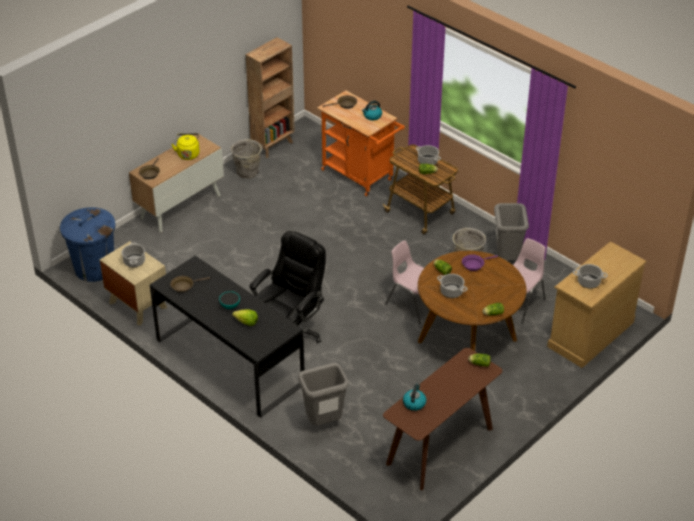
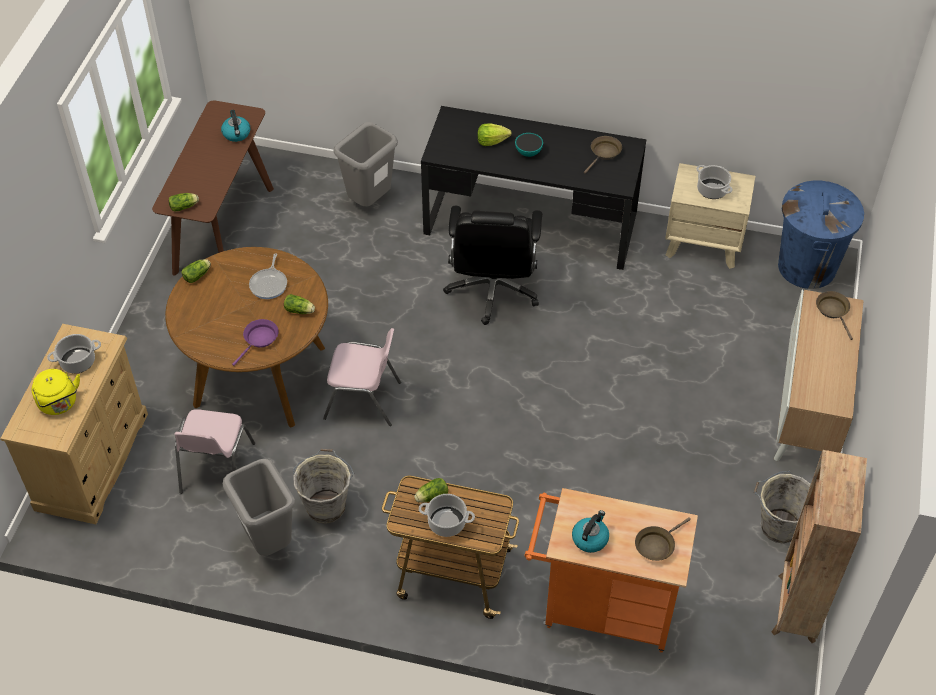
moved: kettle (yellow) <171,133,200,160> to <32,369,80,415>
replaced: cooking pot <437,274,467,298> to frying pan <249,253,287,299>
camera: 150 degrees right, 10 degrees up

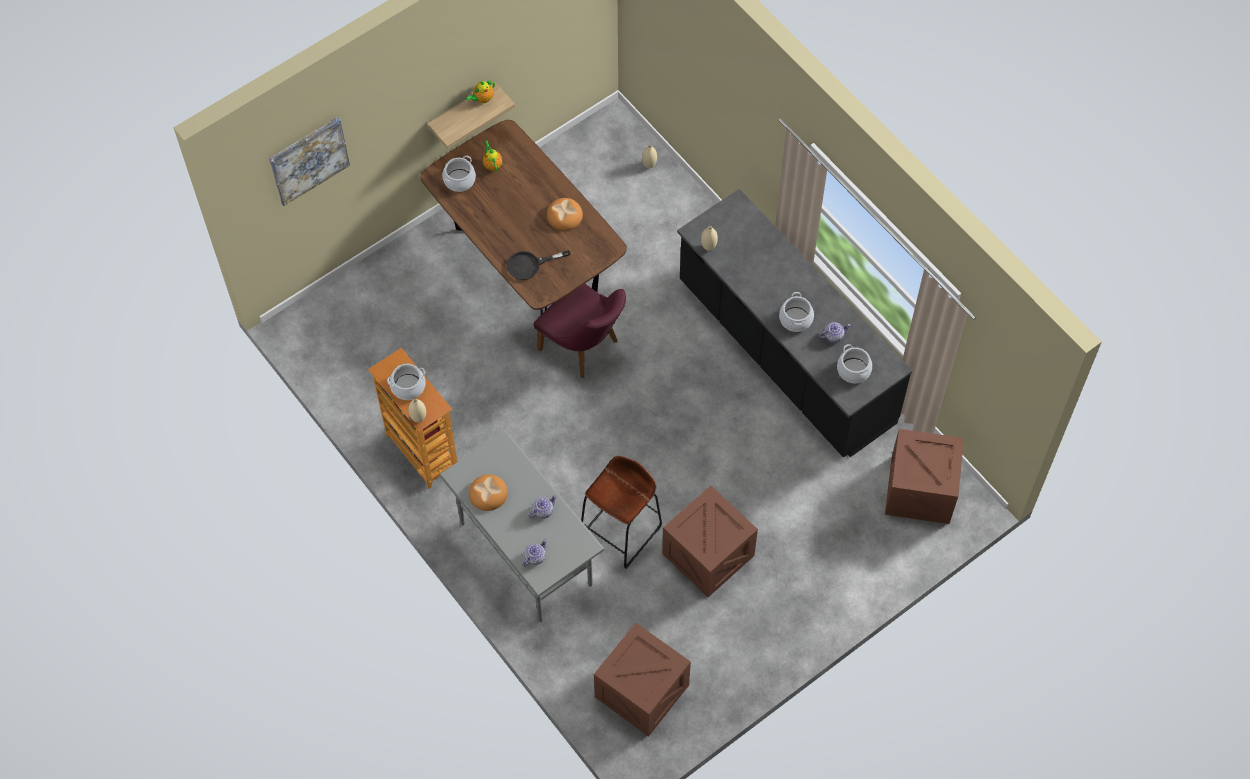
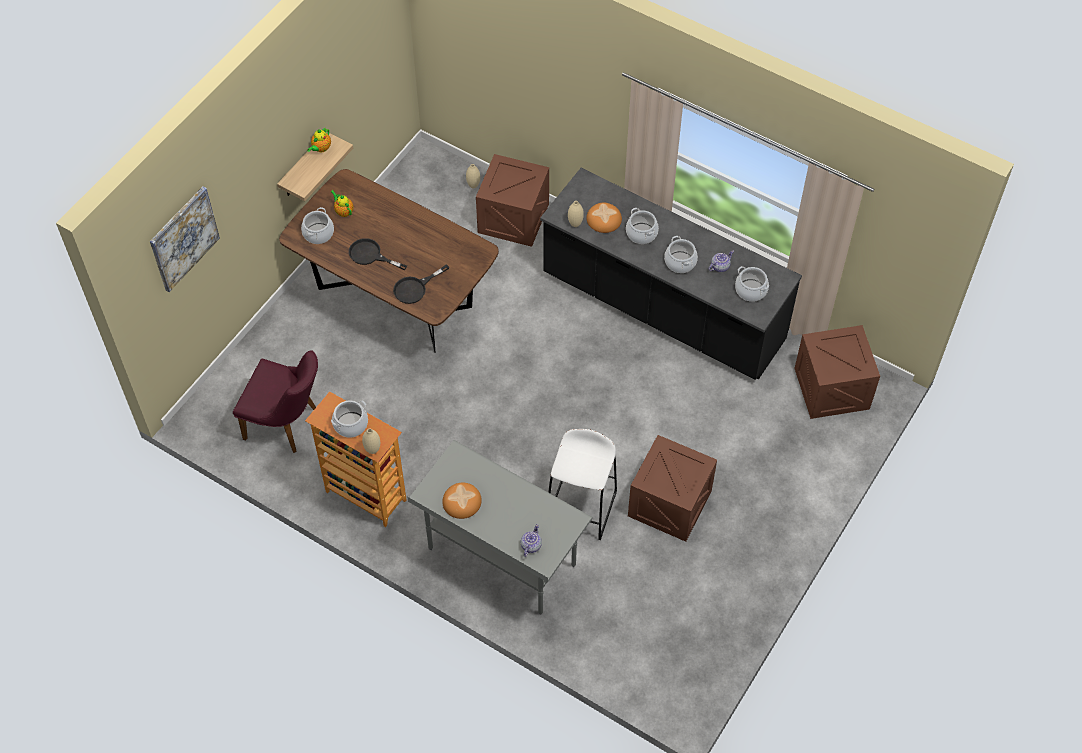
removed: teapot <529,495,557,519>
added: frying pan (black) <349,238,407,270>; cooking pot <626,208,659,244>
moved: chair (purple) <533,284,626,378> to <233,350,318,453>; bread <547,198,583,230> to <586,203,622,233>; crate <594,623,691,737> to <476,154,549,247>
recoloured: stool (brown) <581,456,662,569> to stool (white) <548,429,617,540>
camera: 20 degrees left, 5 degrees down

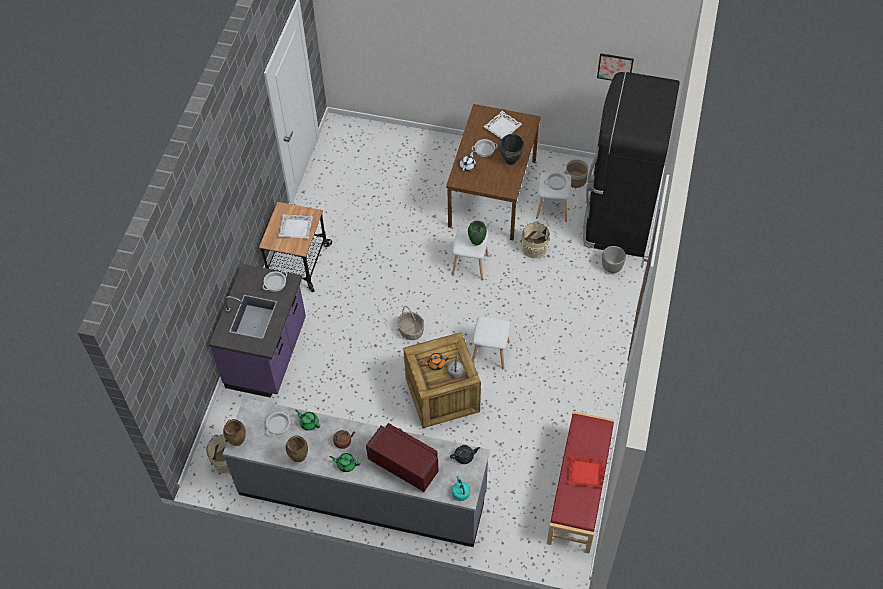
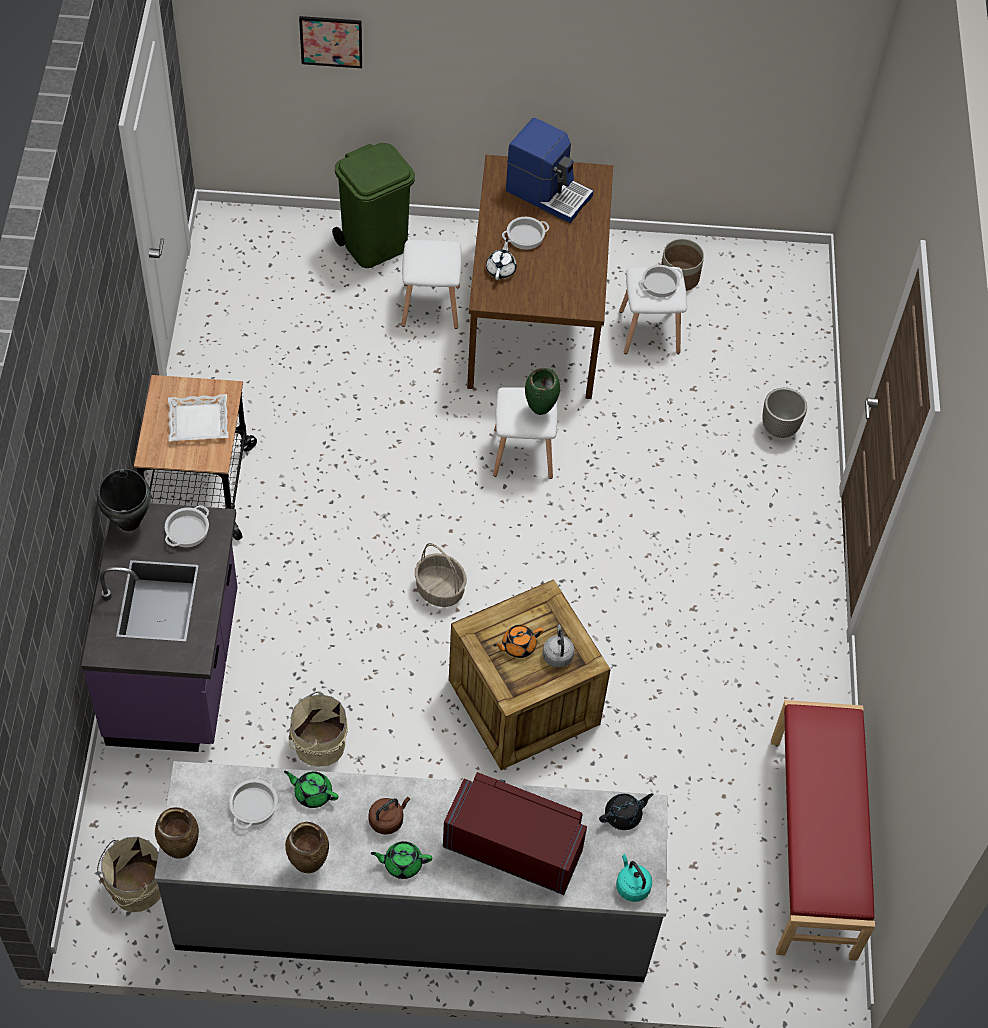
removed: tray (red) <567,455,604,488>; fridge (black) <583,72,680,257>
added: trash can (green) <332,143,415,268>
moved: stool (white) <472,316,511,369> to <401,240,462,329>; cooking pot (black) <499,134,525,165> to <97,469,151,531>; bucket (beige) <520,221,549,258> to <289,691,348,767>; picture <597,53,634,81> to <299,16,362,68>
replaced: tray (white) <483,111,522,139> to coffee machine <506,118,593,223>
camera: 15 degrees left, 0 degrees up

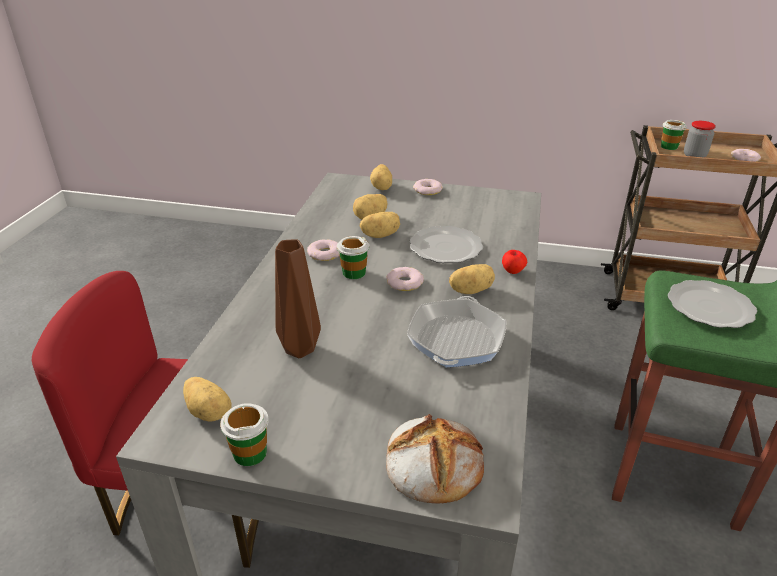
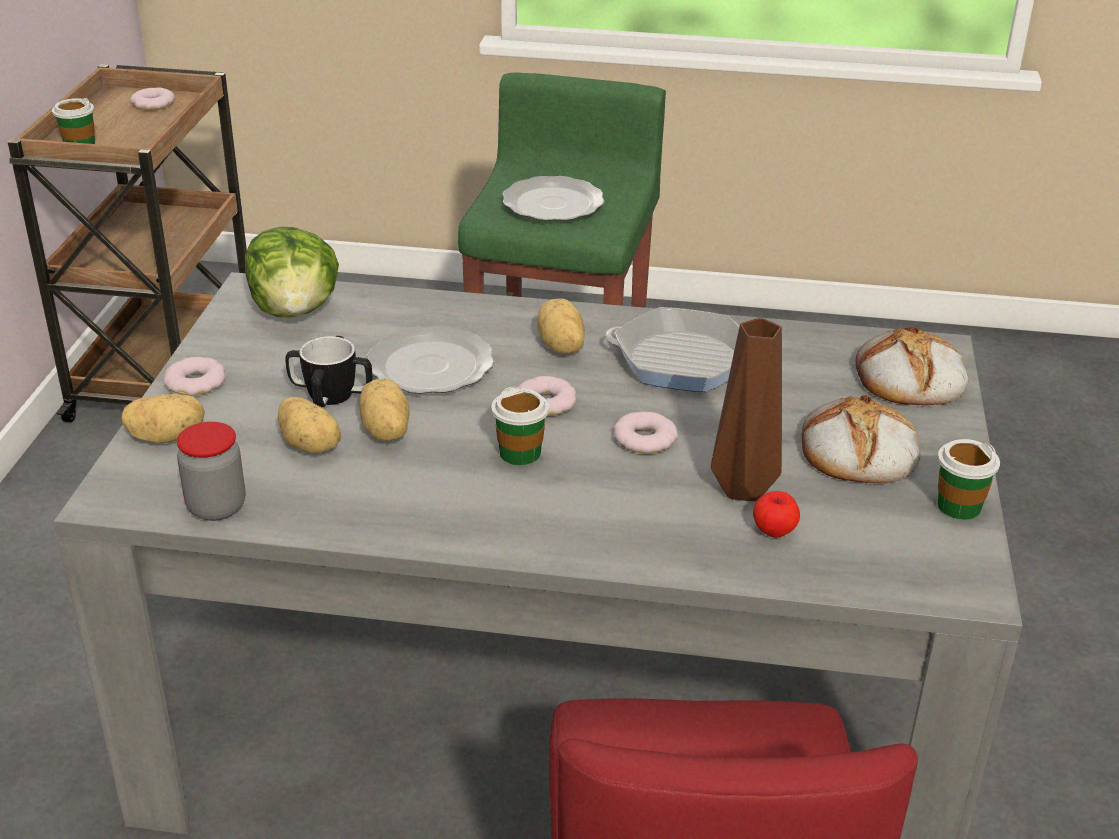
removed: potato <183,377,232,422>
added: lettuce <245,227,339,317>; mug <285,336,372,407>; bread <802,395,920,483>
moved: donut <307,240,340,261> to <614,411,678,454>; apple <502,250,527,274> to <753,491,800,538>; jar <684,121,716,158> to <177,422,245,521>
camera: 95 degrees left, 0 degrees up

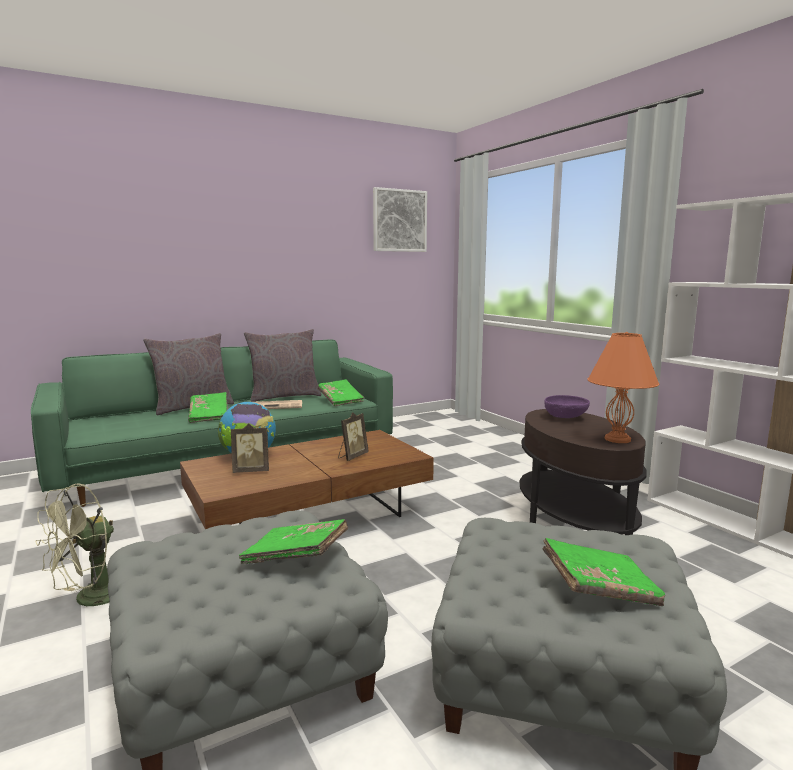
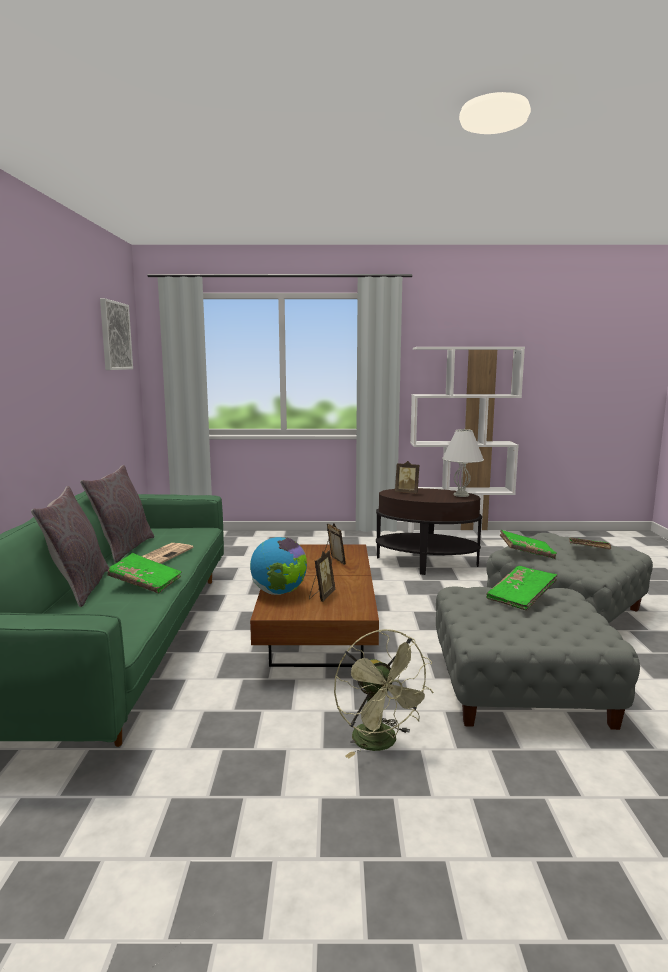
moved: book (green) <318,379,364,406> to <500,530,557,559>
replaced: bowl (purple) <544,395,590,418> to picture frame <395,461,419,494>
recoloured: table lamp (orange) <587,332,659,443> to table lamp (white) <442,429,484,497>
camera: 60 degrees left, 0 degrees up

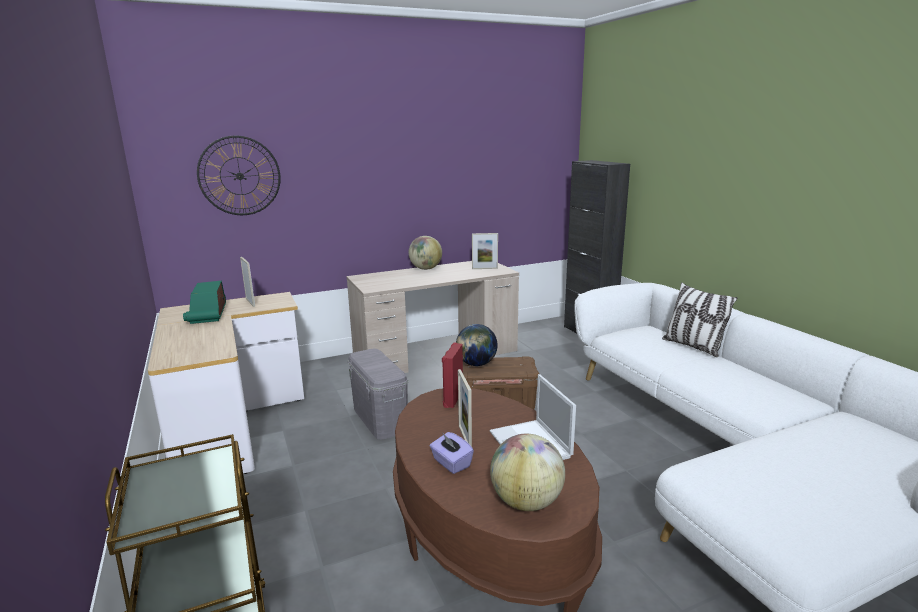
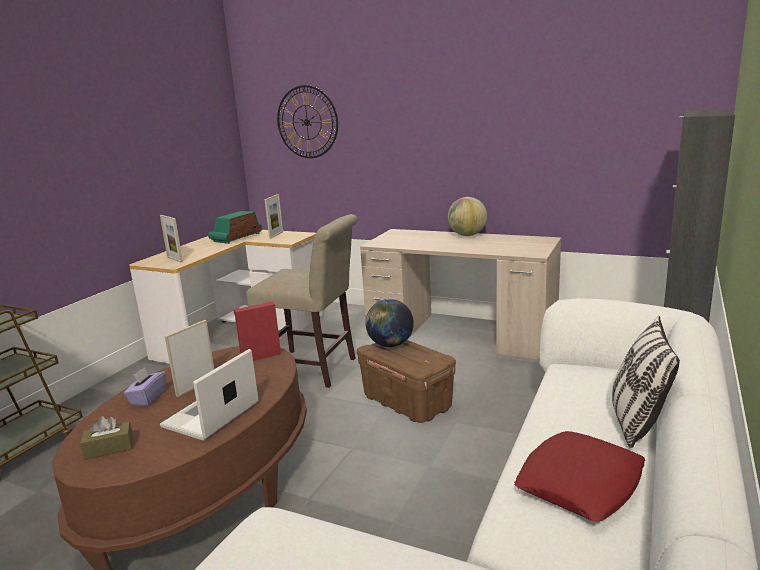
added: pillow (red) <514,431,646,522>
moved: picture frame <472,233,498,269> to <160,215,183,262>
replaced: storage box (grey) <348,348,408,440> to chair (beige) <246,214,357,388>; globe <490,434,565,511> to tissue box (brown) <80,416,133,460>
camera: 50 degrees right, 0 degrees up

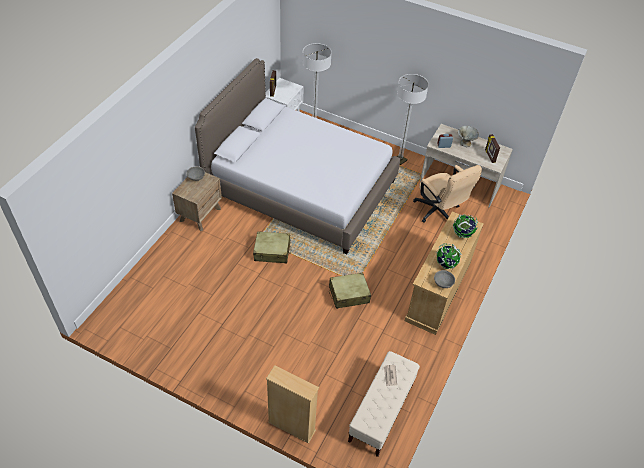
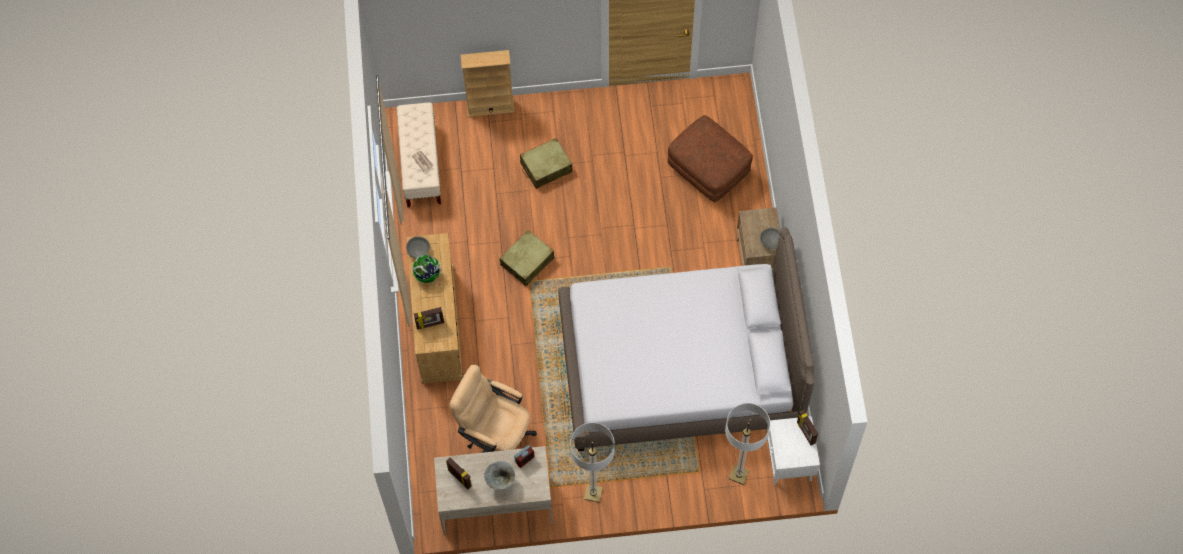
added: ottoman (brown) <668,115,753,202>
moved: suitcase (beige) <253,231,291,263> to <520,138,572,189>
replaced: globe <453,214,478,238> to picture frame <414,307,444,330>
camera: 150 degrees right, 15 degrees up

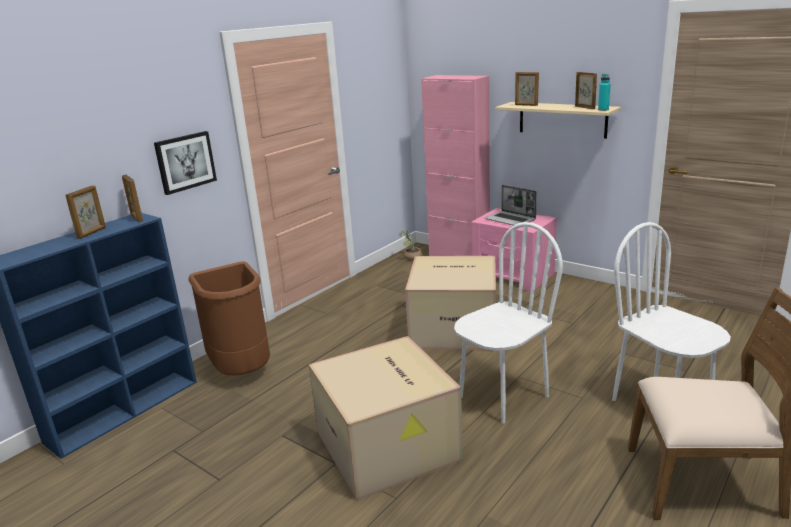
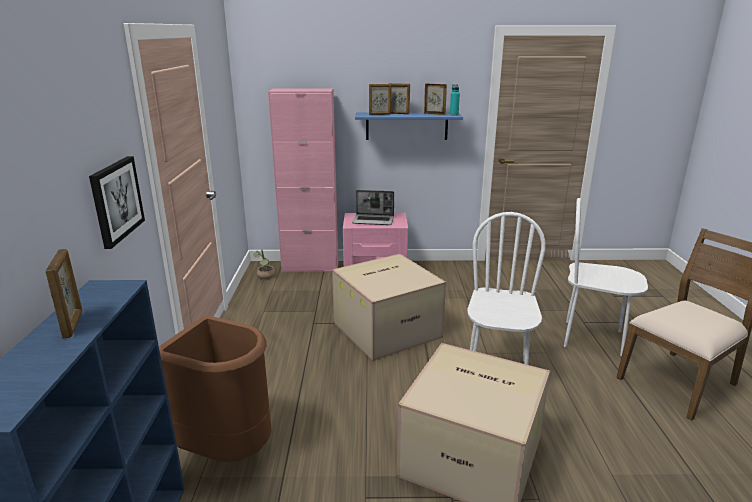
moved: picture frame <122,174,143,222> to <389,83,410,114>
recoloured: shelf (beige) <495,102,621,139> to shelf (blue) <355,112,463,140>
camera: 40 degrees left, 0 degrees up

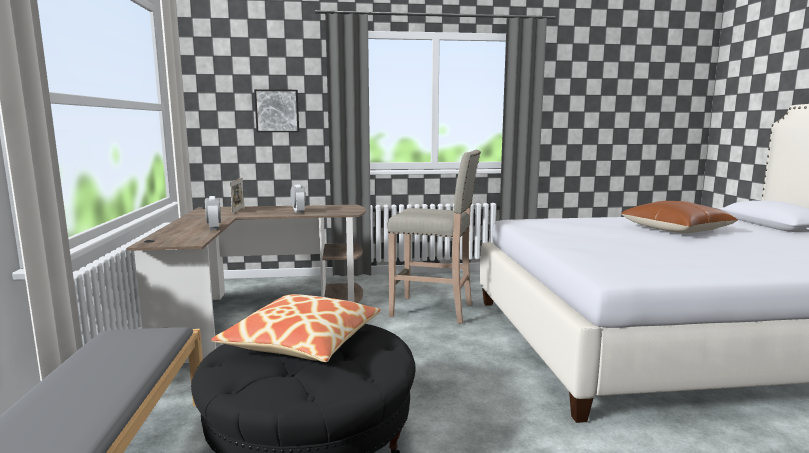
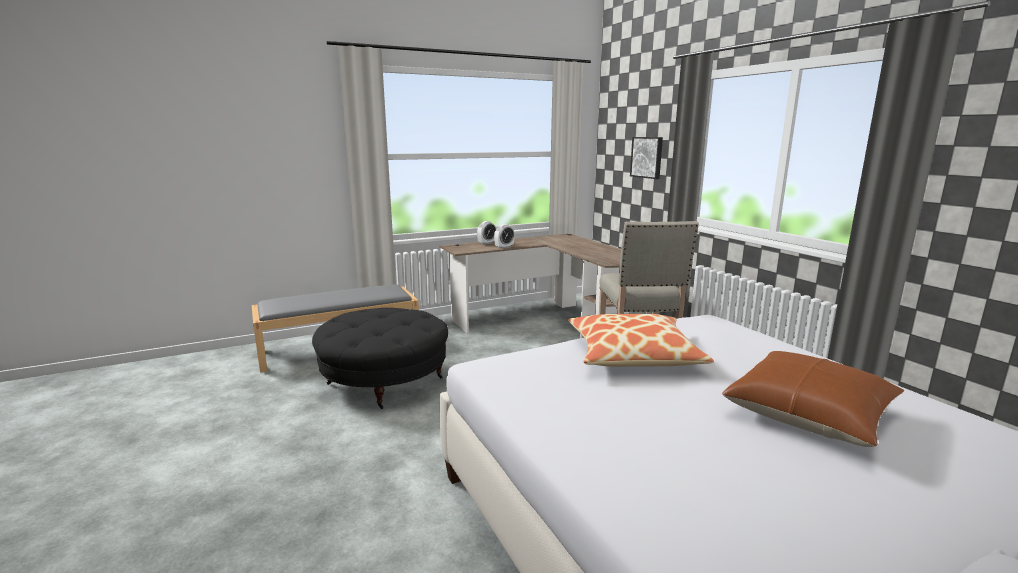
removed: picture frame <230,178,244,214>
moved: pillow <211,294,381,362> to <568,314,714,367>; alarm clock <290,185,306,213> to <477,221,496,245>
camera: 70 degrees right, 5 degrees up

